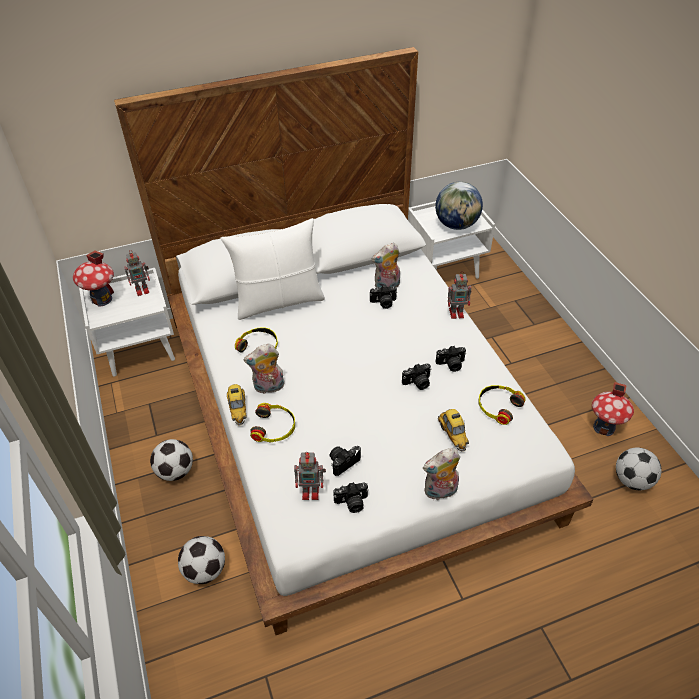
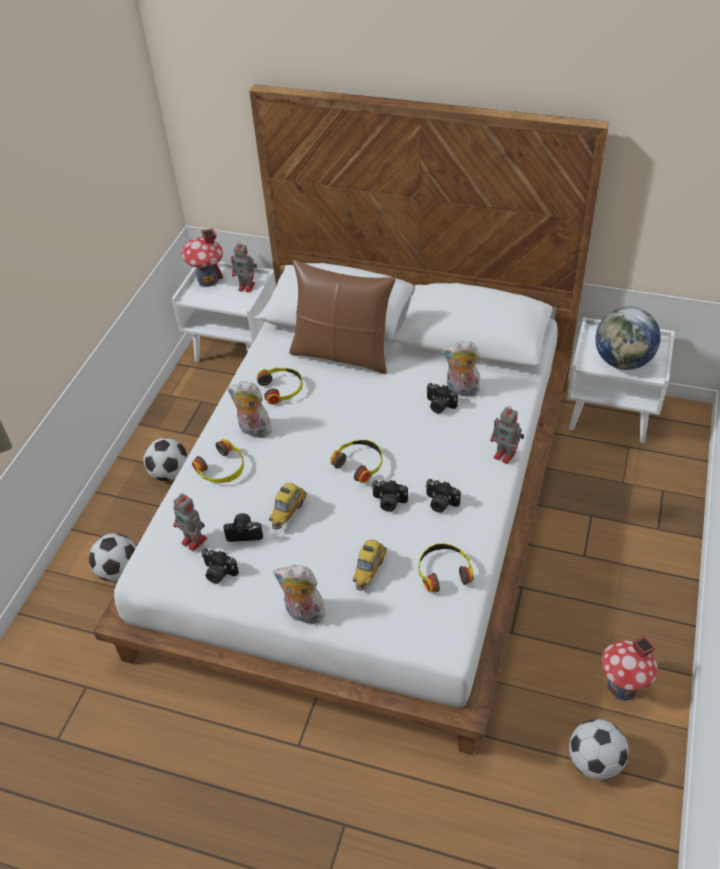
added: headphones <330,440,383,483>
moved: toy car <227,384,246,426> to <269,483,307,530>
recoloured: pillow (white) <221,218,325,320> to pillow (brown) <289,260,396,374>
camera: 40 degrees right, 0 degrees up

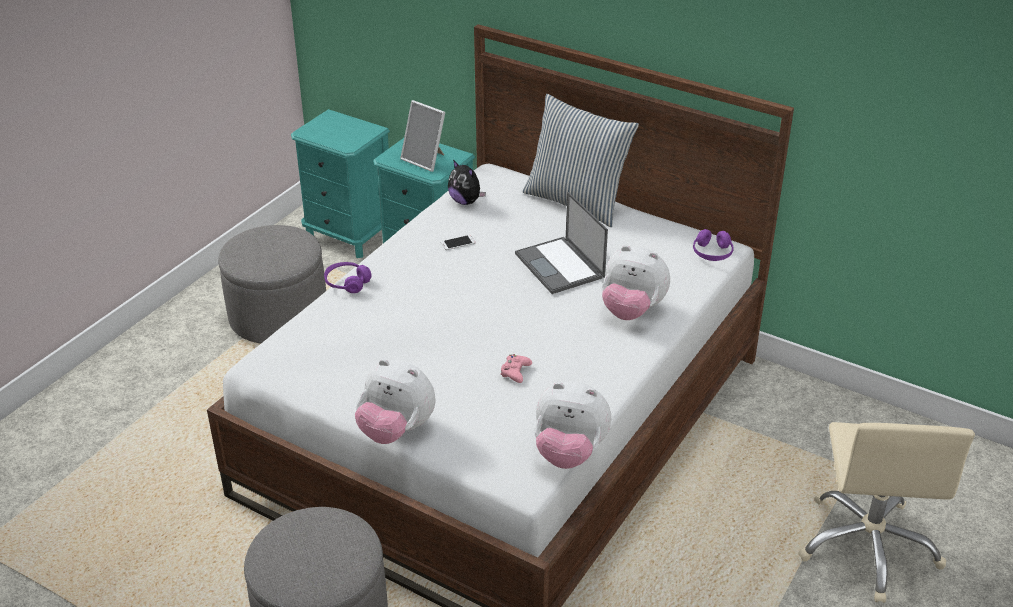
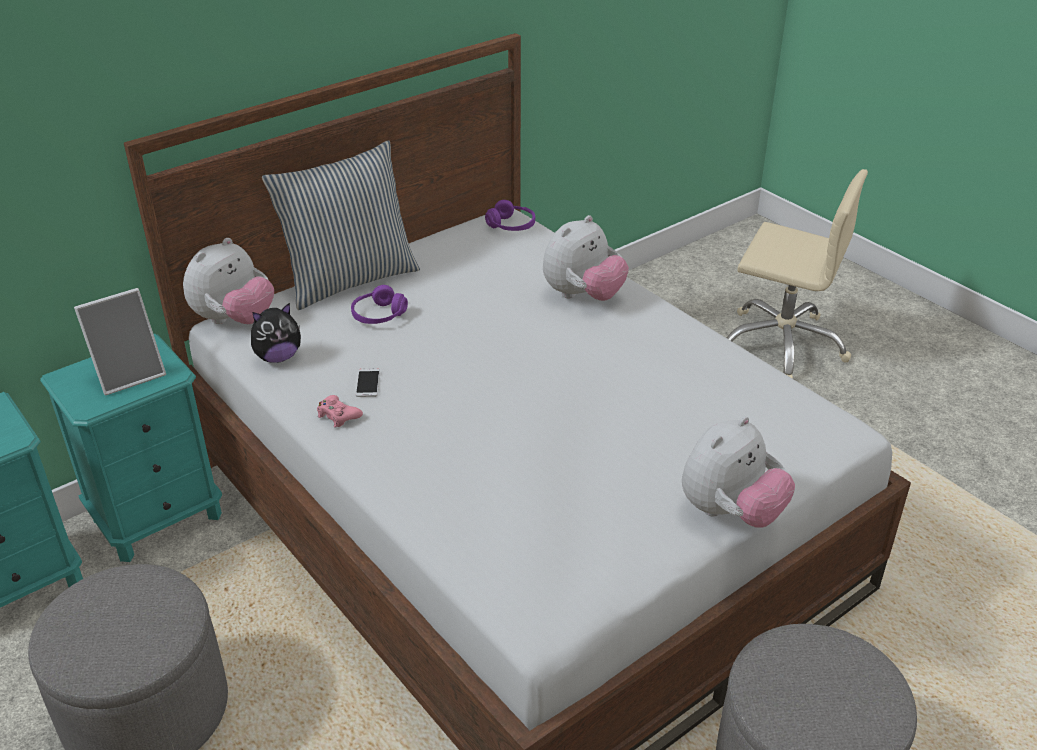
removed: laptop <515,192,608,294>
moved: headphones (purple) <324,262,372,293> to <351,285,408,324>; game controller (pink) <500,354,532,383> to <317,395,363,428>; plush toy <535,381,611,469> to <183,238,274,324>
camera: 70 degrees left, 0 degrees up

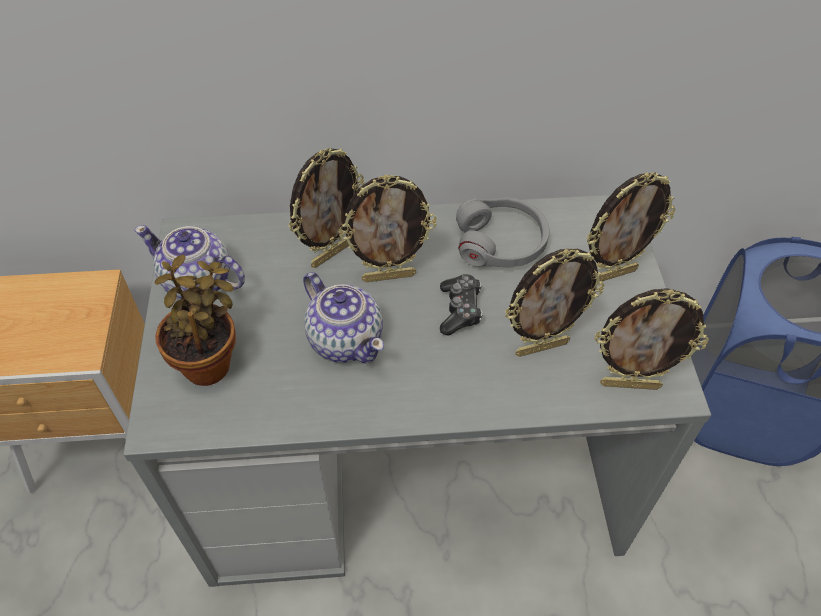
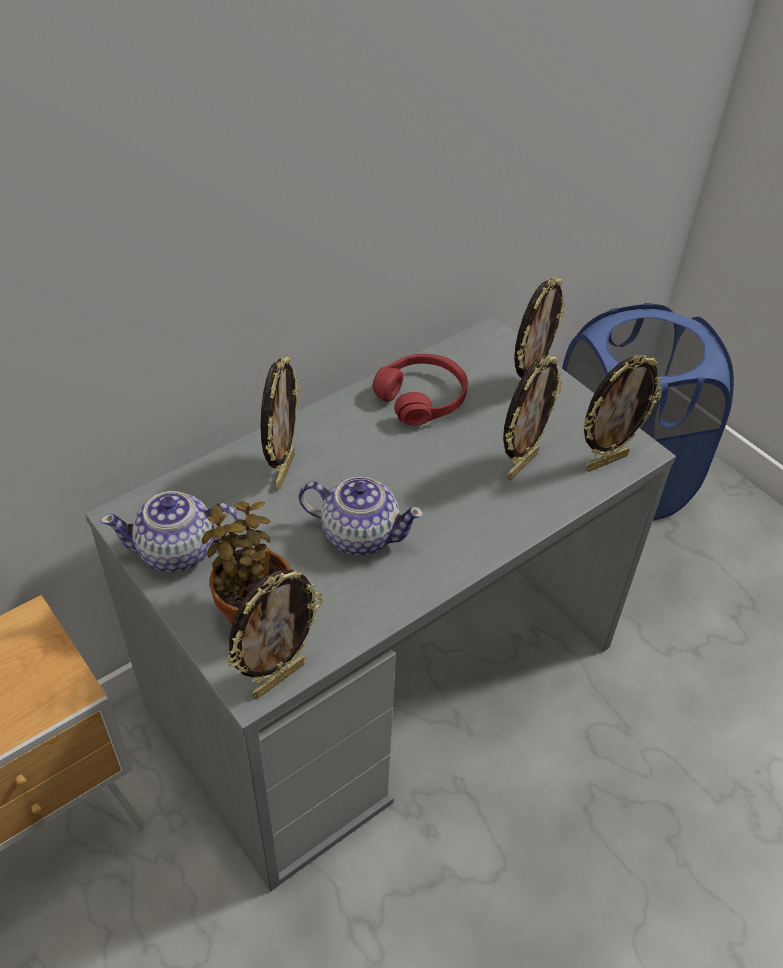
removed: game controller <440,274,483,335>
moved: picture frame <338,174,437,282> to <226,570,323,699>
recoloured: headphones (grey) <456,197,549,267> to headphones (red) <373,354,468,426>
camera: 35 degrees left, 5 degrees down

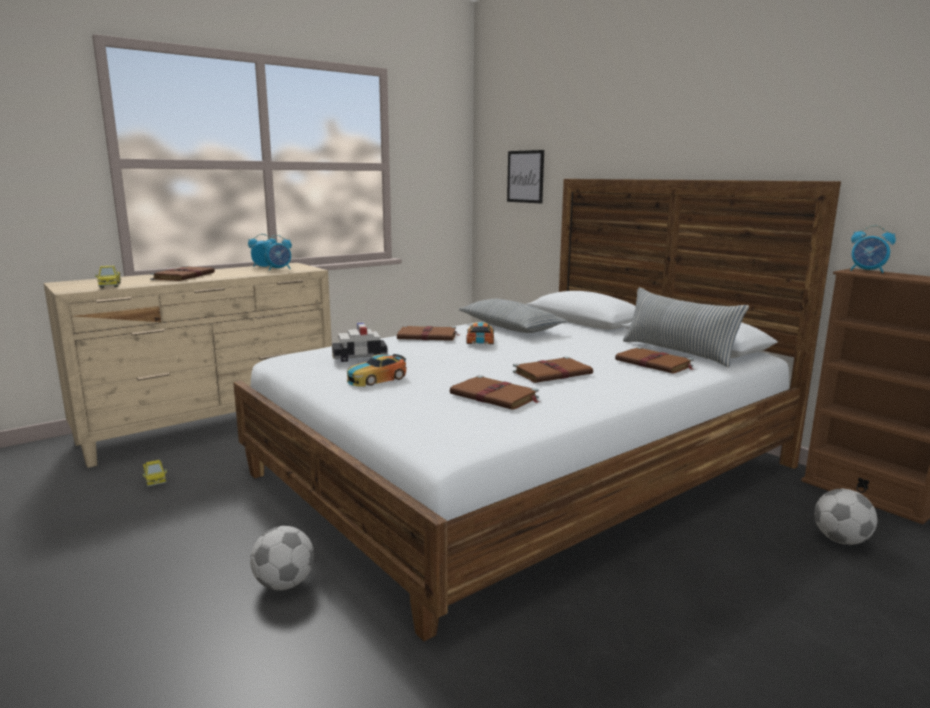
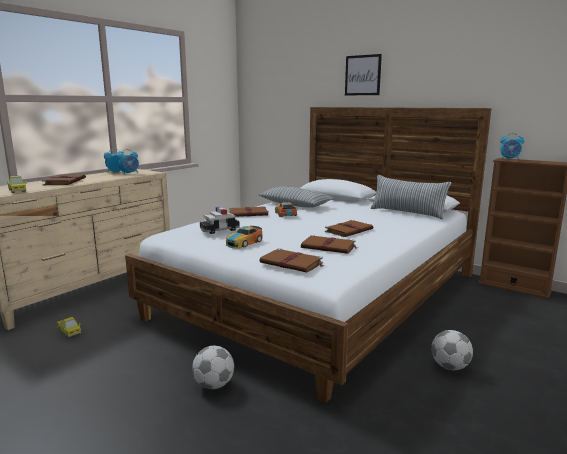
moved: picture <507,150,544,203> to <345,54,382,95>; book (brown) <615,347,694,374> to <259,248,324,273>; football <814,489,877,545> to <431,330,473,370>
camera: 15 degrees left, 0 degrees up

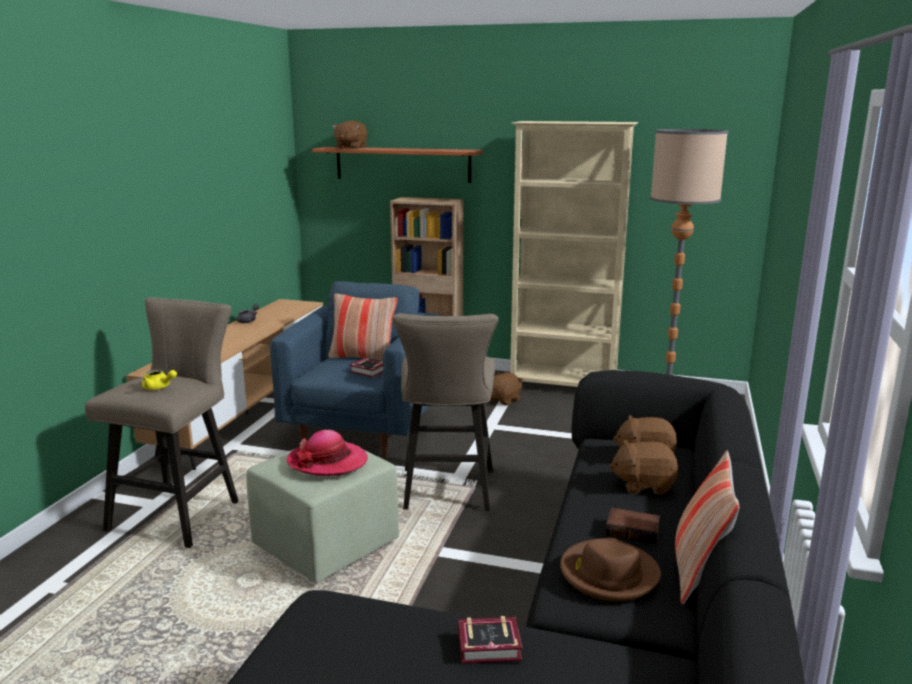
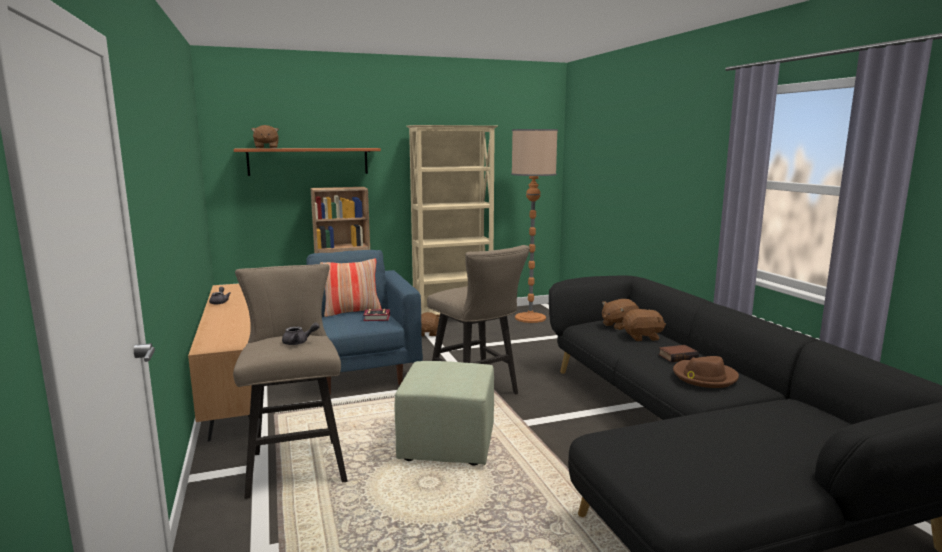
removed: hat <287,430,368,476>; book <458,616,522,664>; pillow <675,450,740,604>
recoloured: teapot (yellow) <142,369,177,390> to teapot (grey) <282,323,320,345>
turned: plush toy (brown) <609,439,678,494> = <623,309,666,341> 150 degrees counterclockwise
camera: 35 degrees left, 5 degrees down

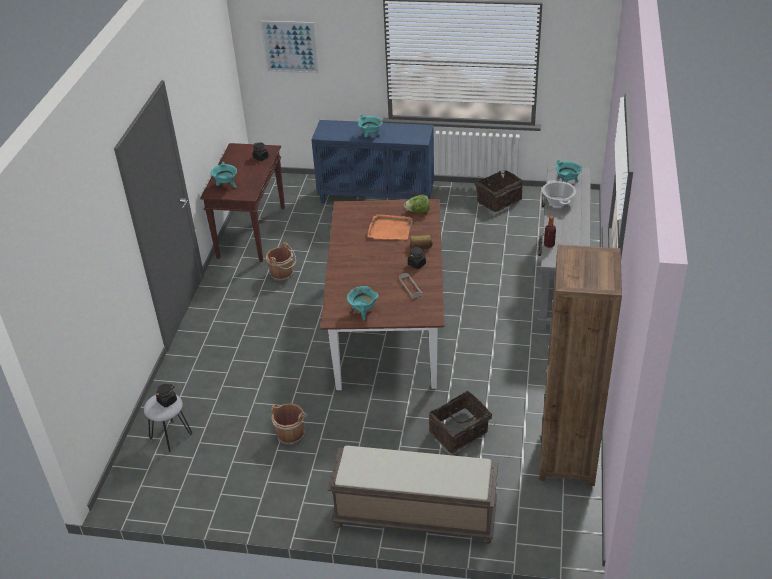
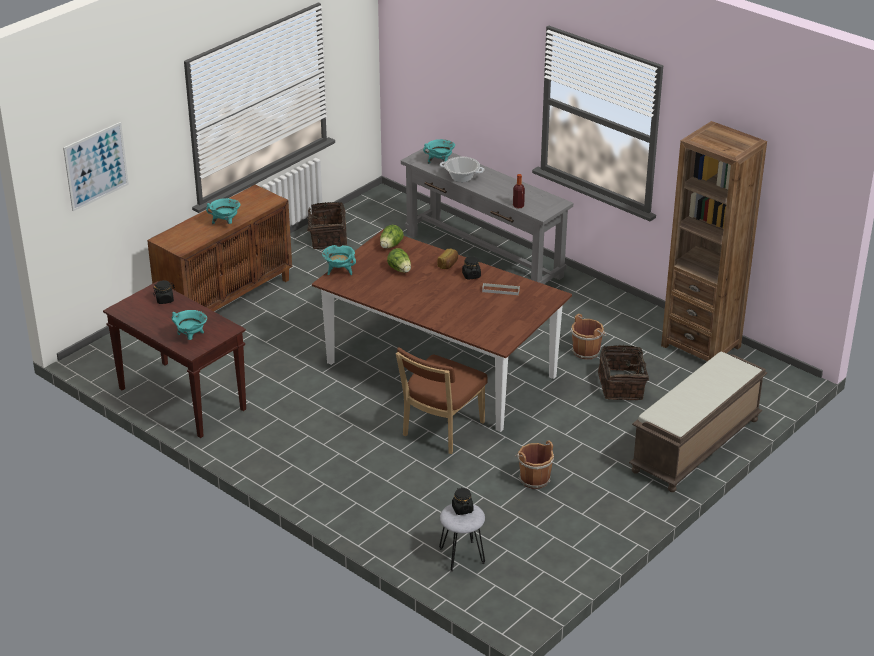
added: chair (brown) <396,348,488,454>
moved: bucket (brown) <266,242,297,281> to <570,314,606,359>; cooking pot (turquoise) <347,286,379,321> to <322,245,356,275>
replaced: tray (orange) <368,214,413,240> to lettuce <387,248,411,273>
recoloured: cabinet (blue) <311,120,434,204> to cabinet (brown) <147,184,292,311>
camera: 60 degrees left, 5 degrees down

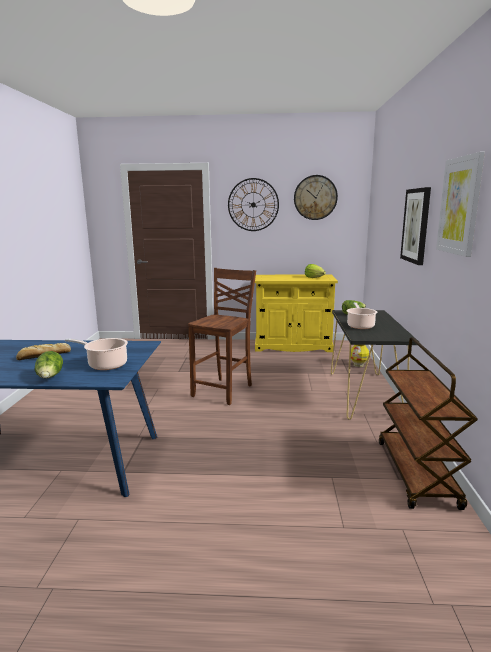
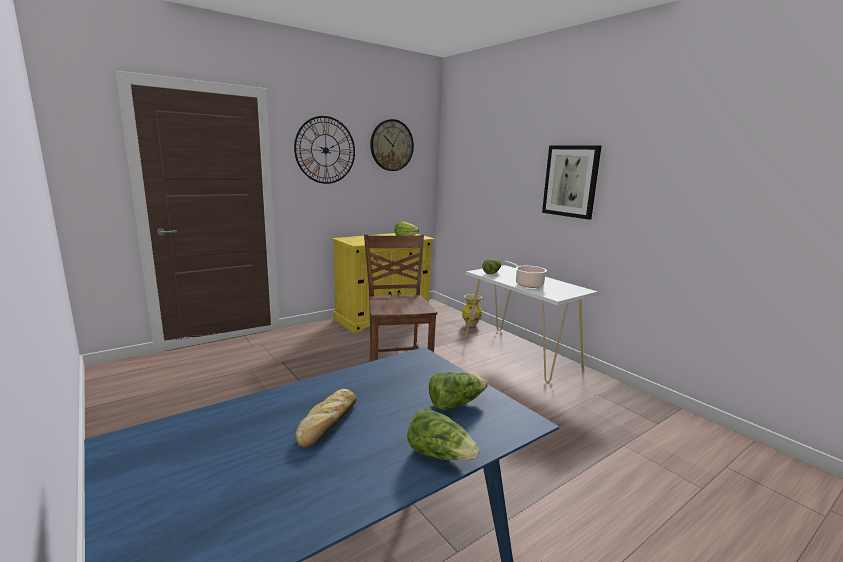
removed: cart (brown) <379,337,478,510>; picture <436,152,485,257>
replaced: cooking pot <65,338,128,370> to lettuce <429,372,488,410>
recoloured: console table (black) <331,310,419,420> to console table (white) <465,265,598,382>
camera: 40 degrees left, 0 degrees up

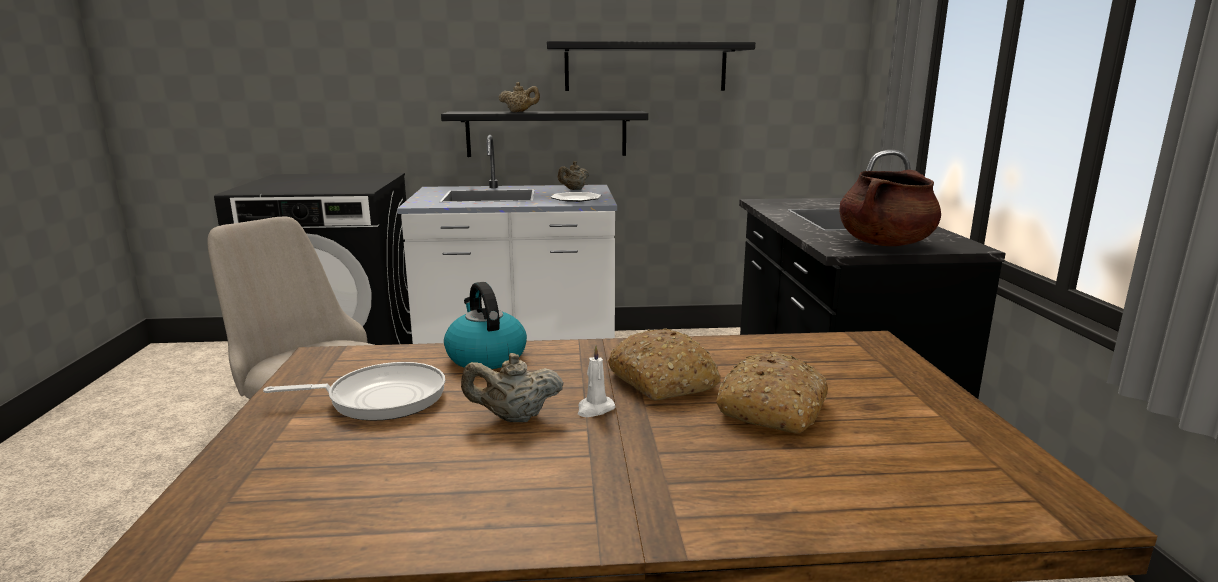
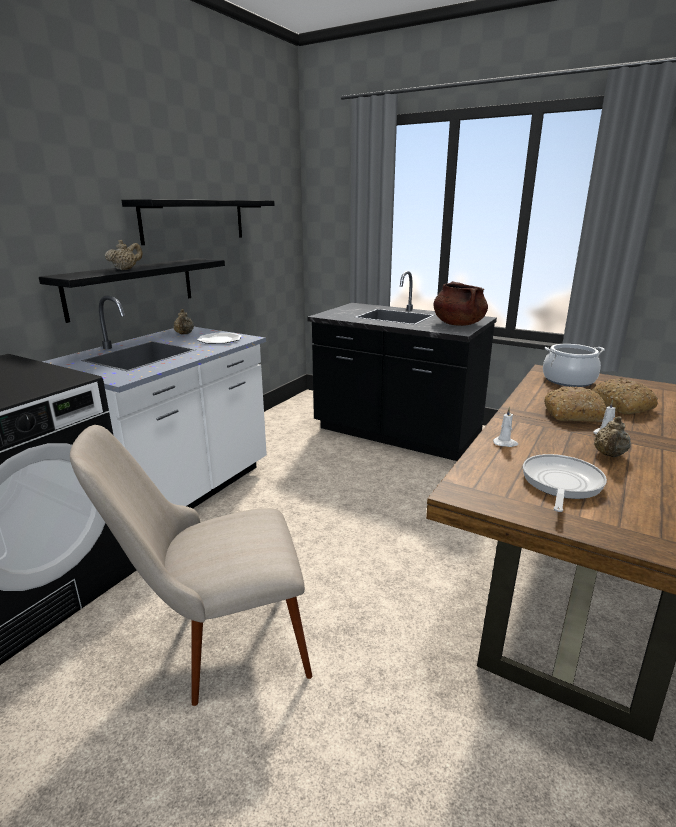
added: cooking pot <543,344,605,387>
replaced: kettle <444,282,527,369> to candle (white) <493,407,518,447>
camera: 55 degrees left, 5 degrees up

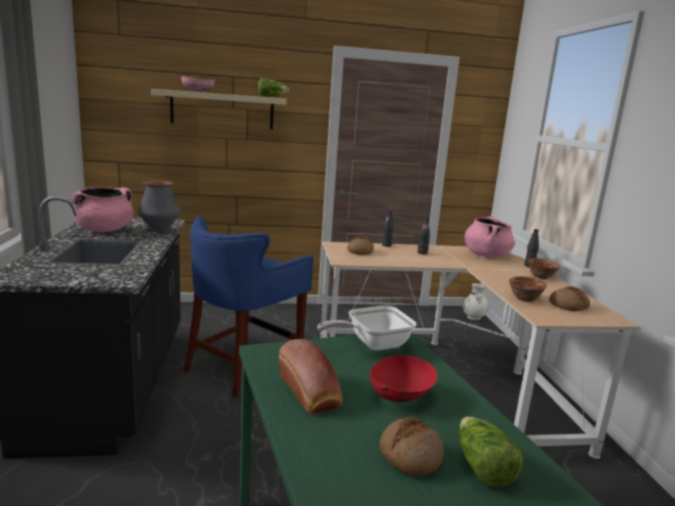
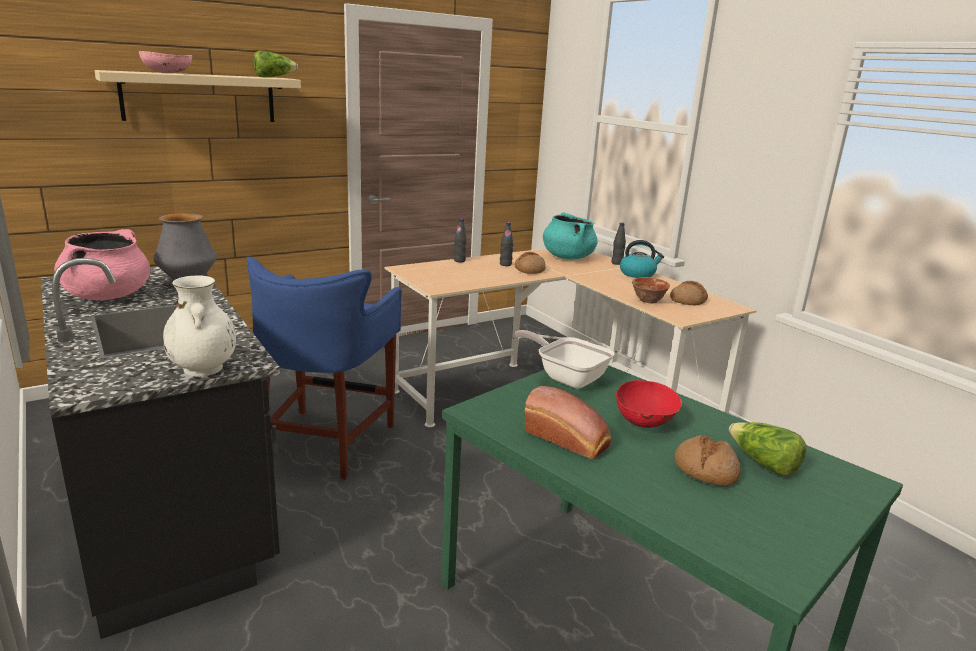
moved: bread <347,236,374,255> to <515,252,546,274>; vase (white) <463,283,489,320> to <163,276,236,377>
replaced: bowl <528,258,561,279> to kettle <620,240,664,278>
recoloured: cooking pot (pink) <465,216,515,257> to cooking pot (turquoise) <543,212,598,259>
turned: frying pan <317,306,416,351> = <515,330,615,389> 90 degrees clockwise
camera: 25 degrees left, 5 degrees up

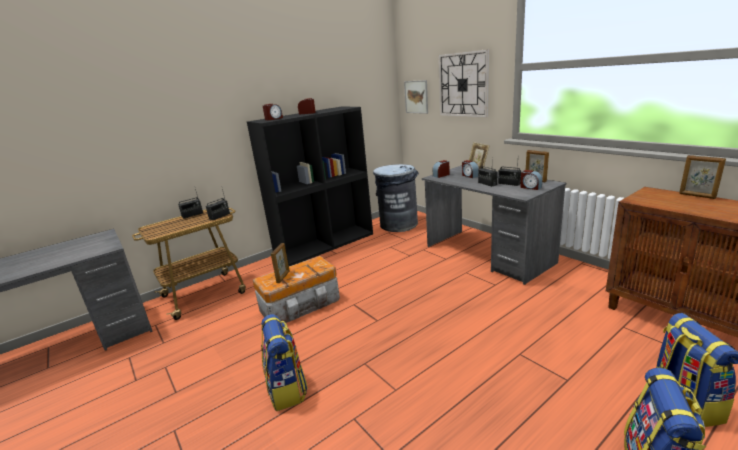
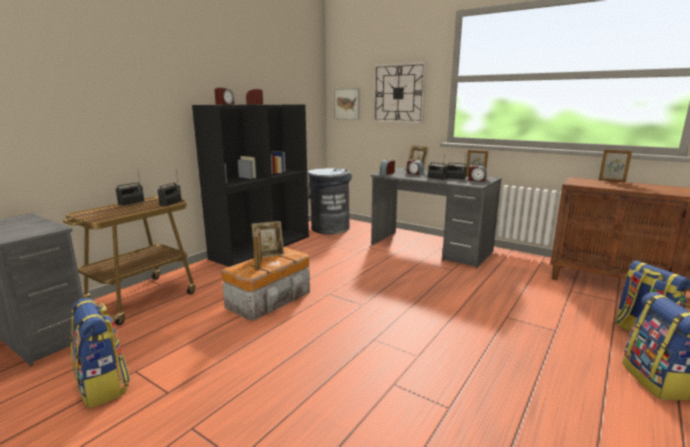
added: picture frame <252,221,284,258>
moved: backpack <261,314,308,411> to <70,298,131,408>
camera: 20 degrees left, 5 degrees down

